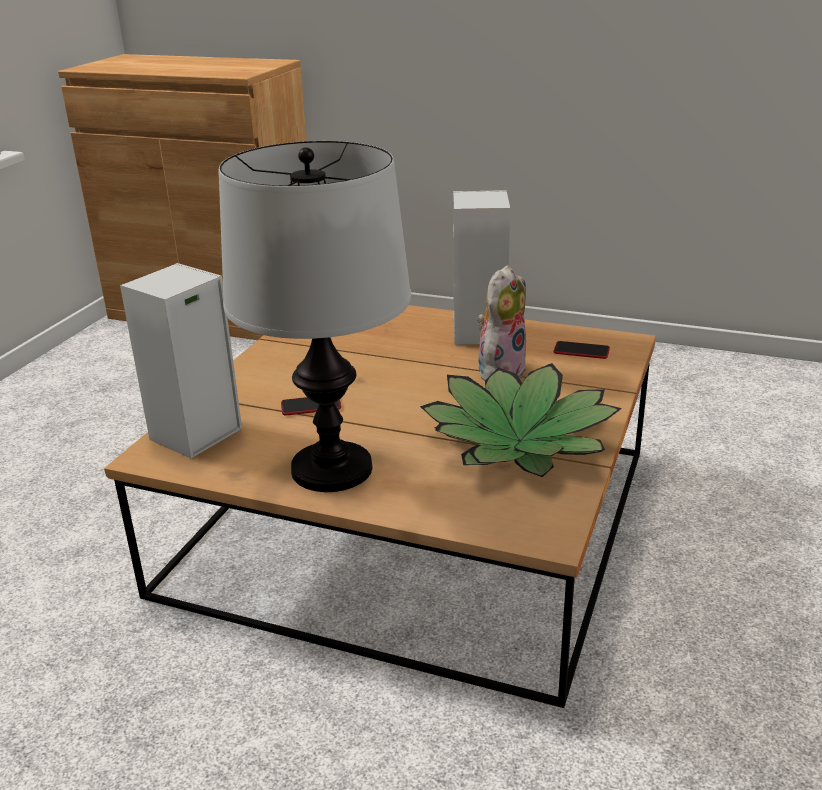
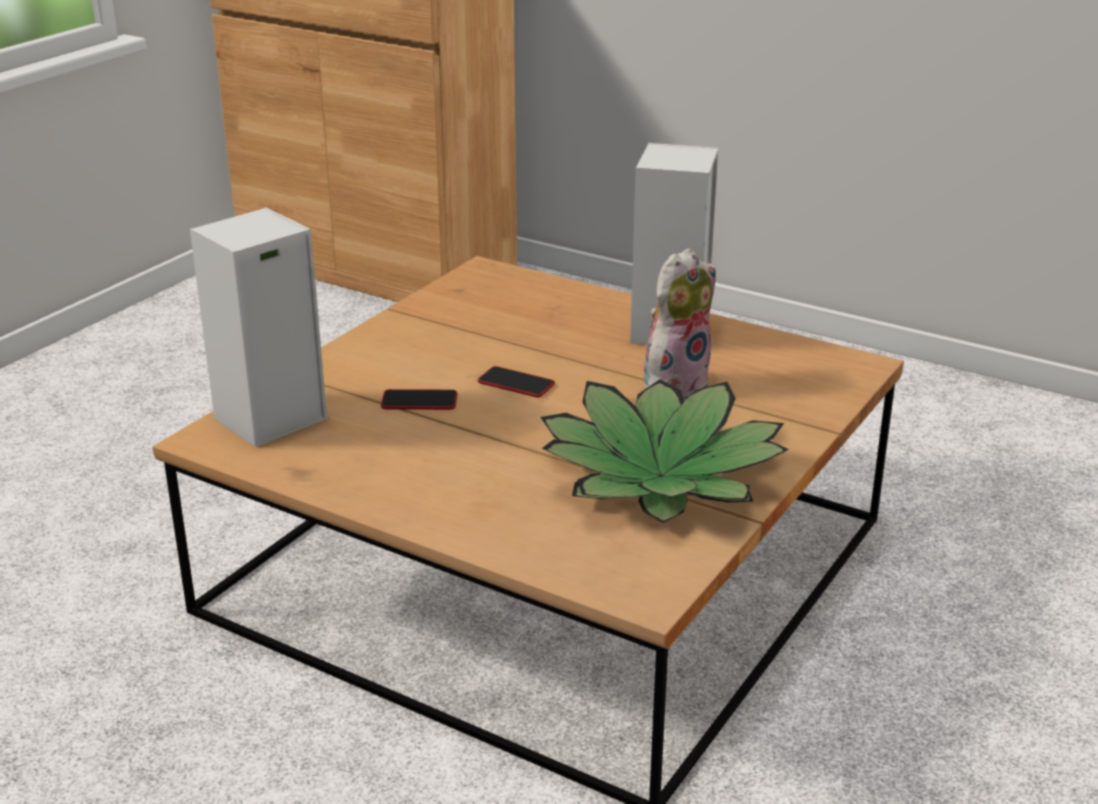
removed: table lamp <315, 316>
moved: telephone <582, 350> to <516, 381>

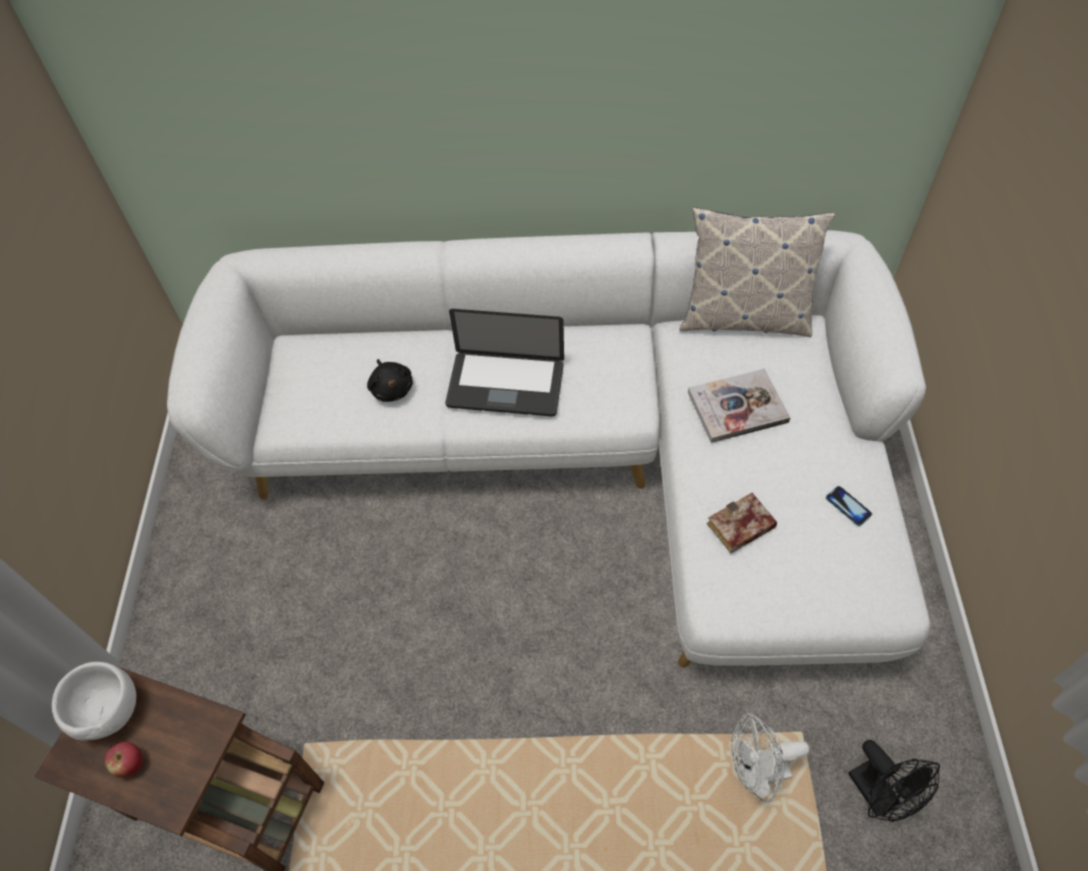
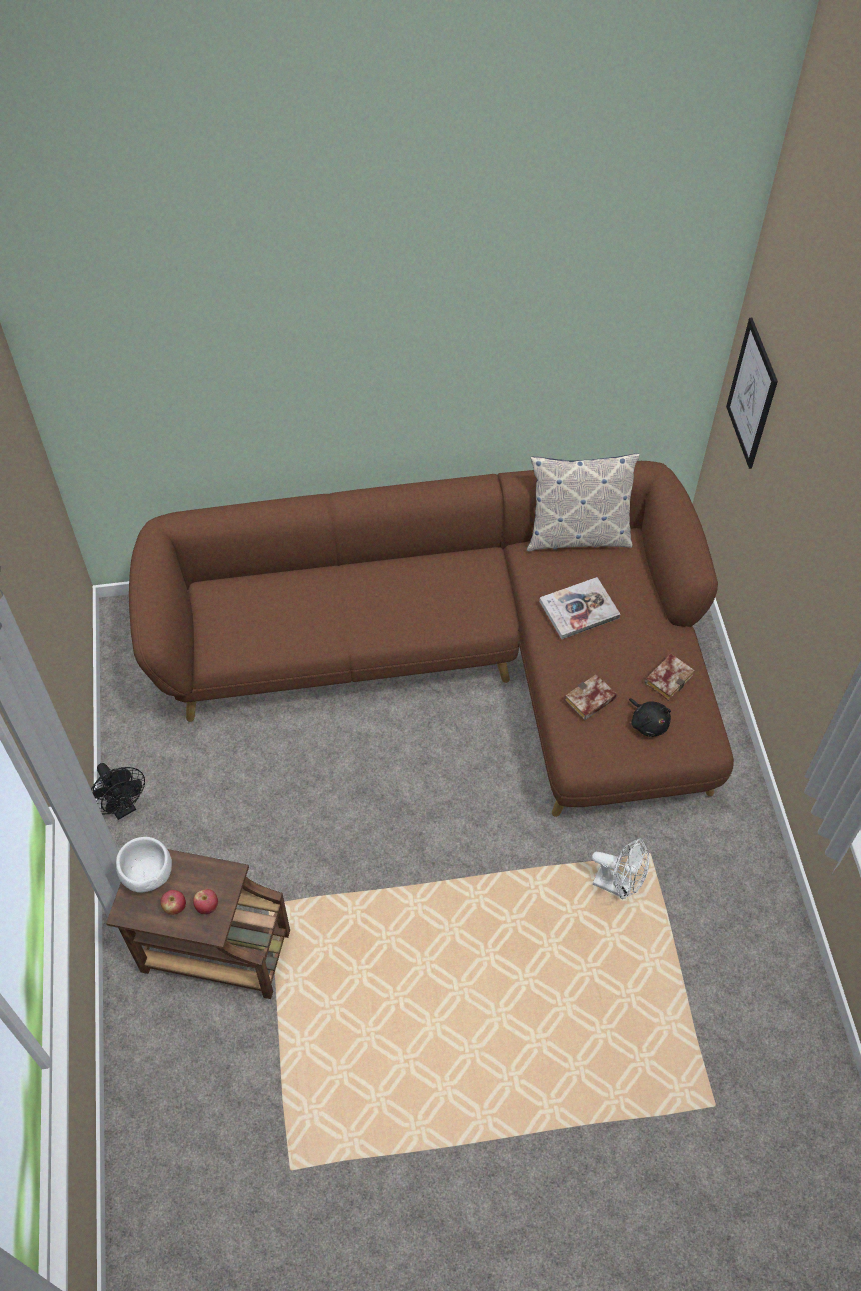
removed: laptop <504, 362>
added: wall art <752, 393>; apple fruit <205, 901>
moved: blackish plush toy <390, 380> to <650, 717>; blackish cooling fan <894, 781> to <118, 791>
replaced: telephone <849, 506> to volume <669, 677>
recoloured: whitish couch <548, 449> to brownish couch <431, 639>
turned: whitish cooling fan <770, 757> = <620, 869> 135 degrees counterclockwise

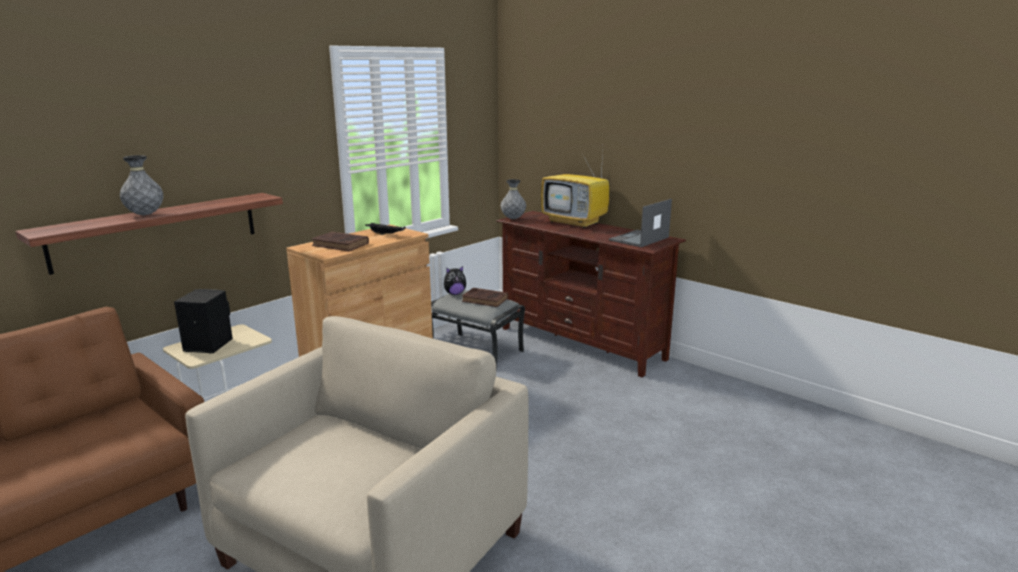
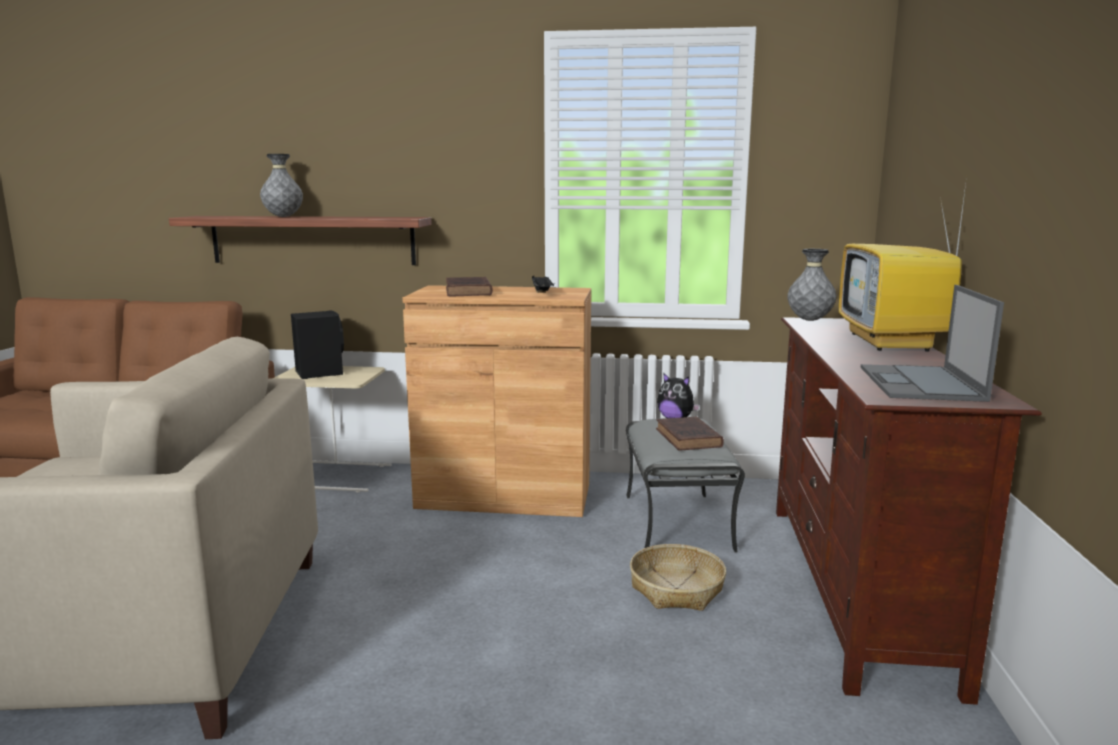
added: storage basket <678, 577>
turned: laptop <640, 223> = <932, 343> 90 degrees counterclockwise

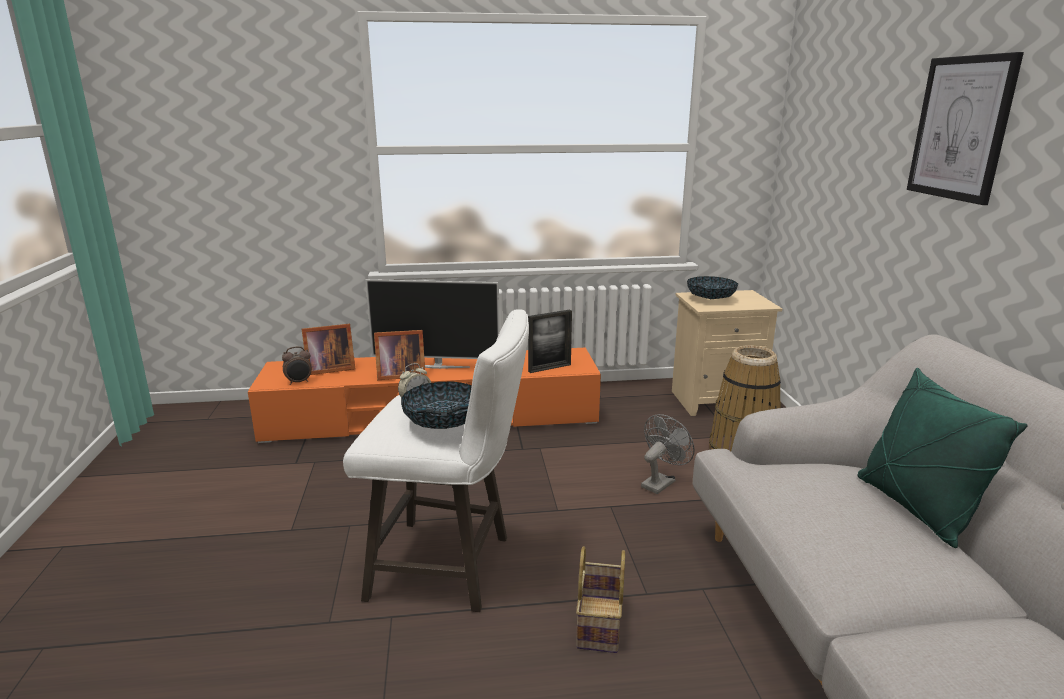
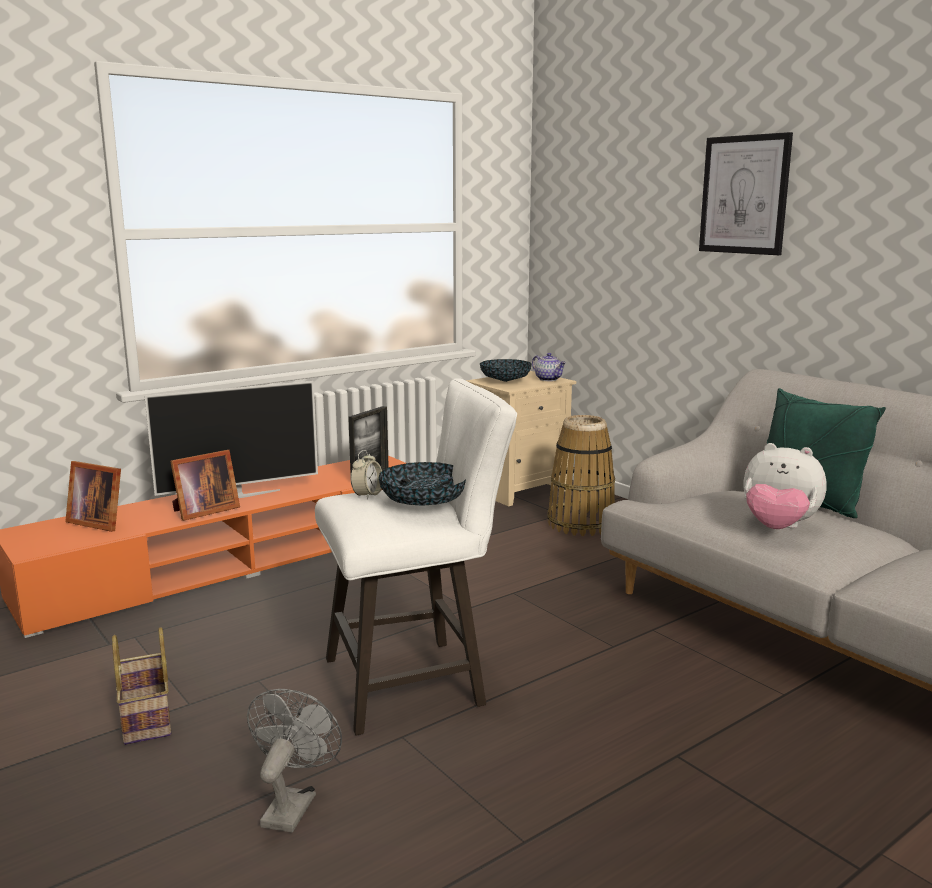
removed: alarm clock <297, 365>
added: teapot <549, 367>; plush toy <785, 486>
moved: gray cooling fan <668, 454> to <294, 760>; storage basket <600, 599> to <141, 686>
turned: standing frame <328, 349> = <93, 496> 75 degrees clockwise

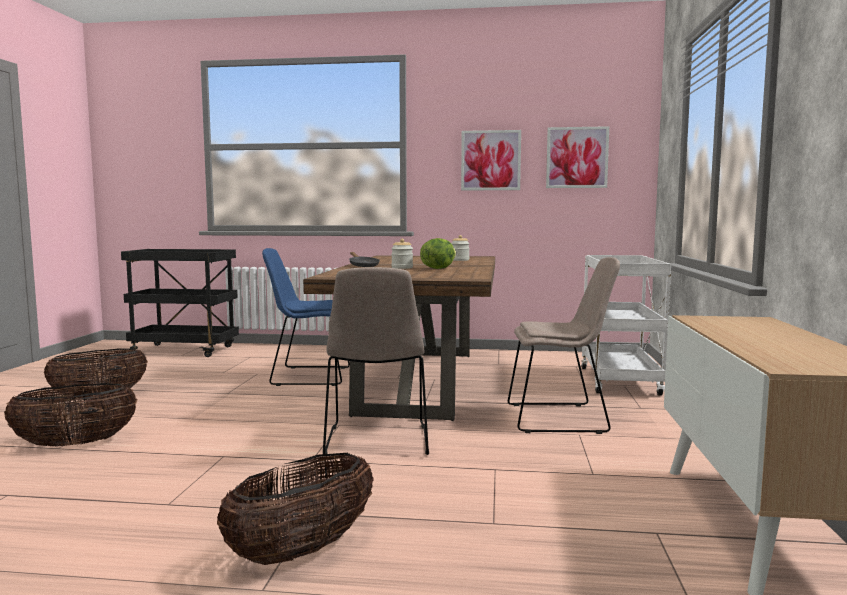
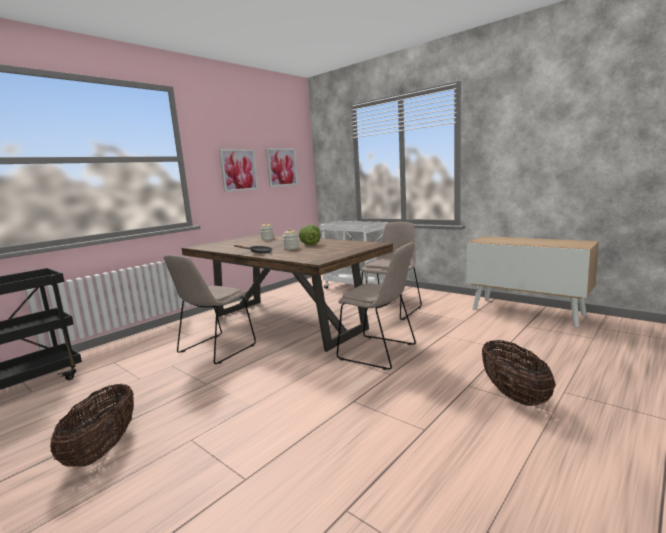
removed: storage basket <70, 415>
recoloured: blue plain chair <306, 317> to beige-coloured plain chair <210, 309>

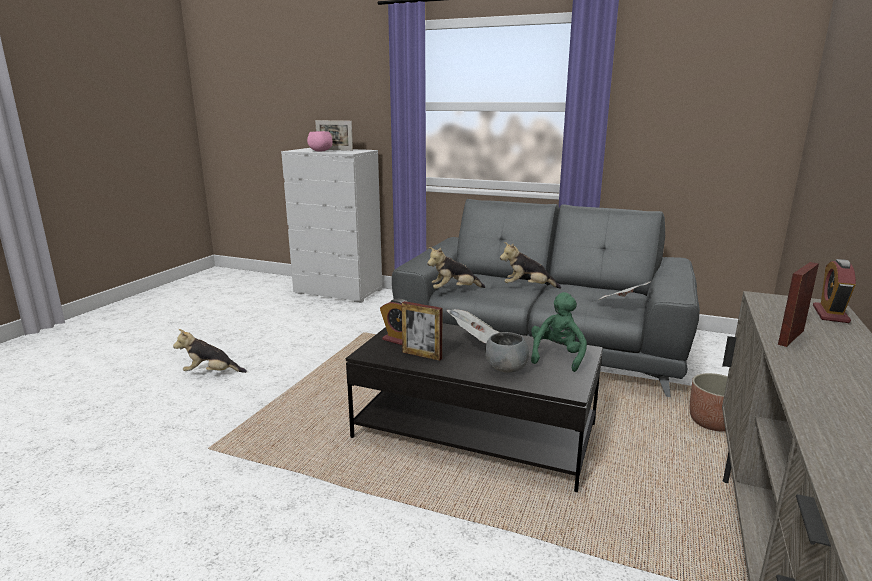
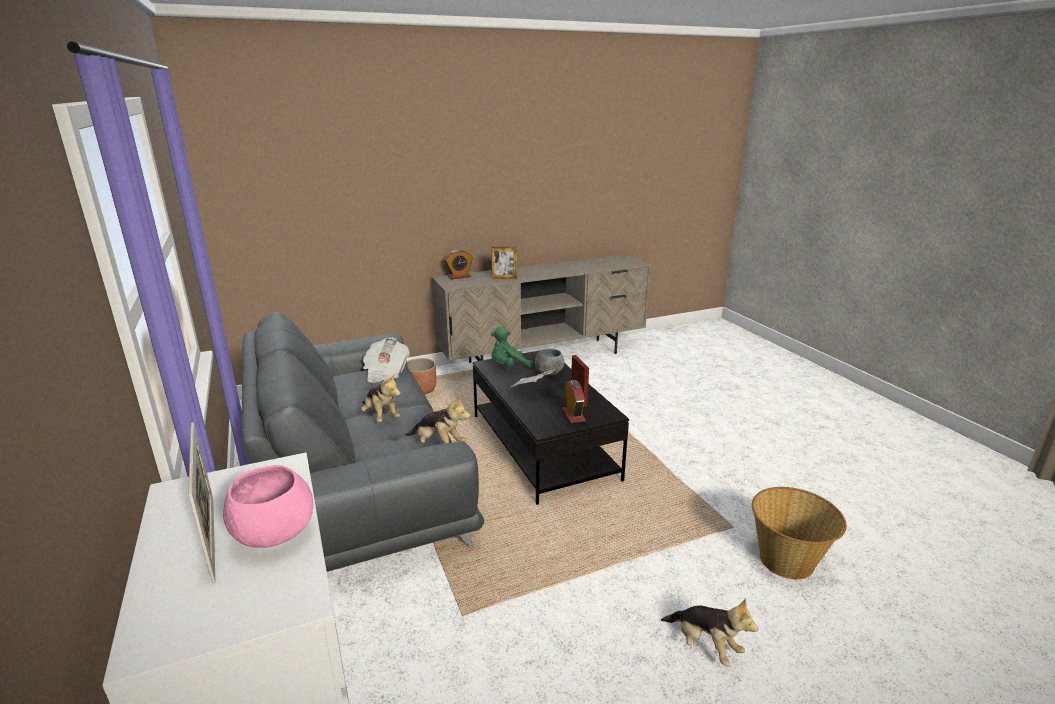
added: storage basket <799, 533>

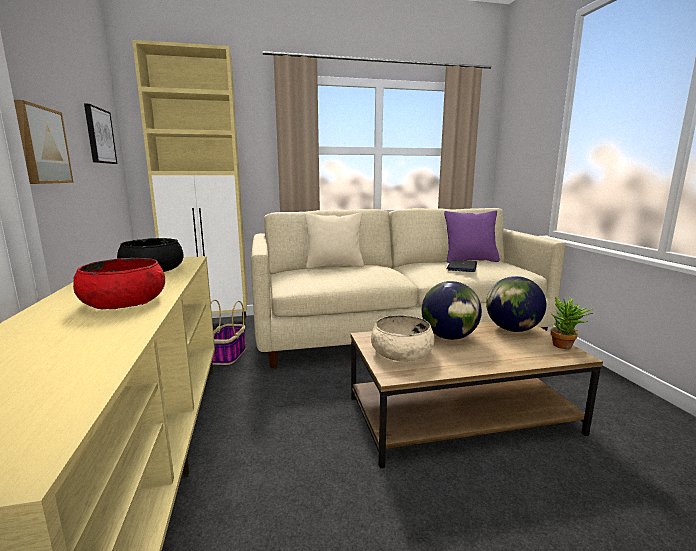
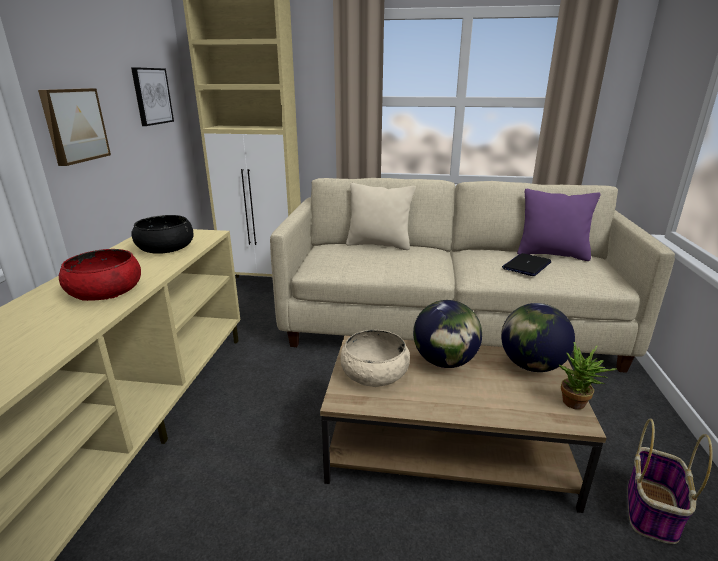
moved: storage basket <228, 332> to <670, 481>

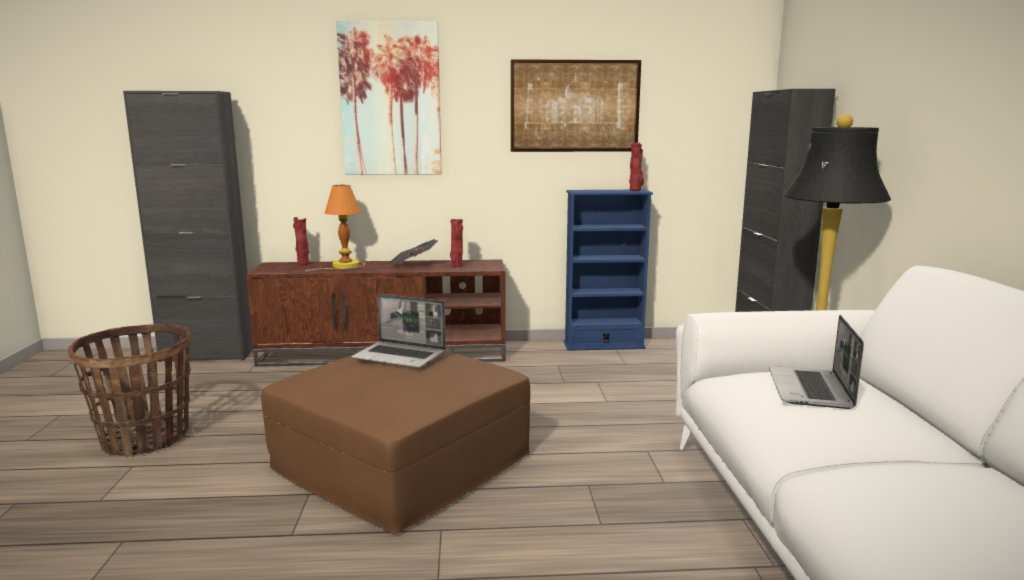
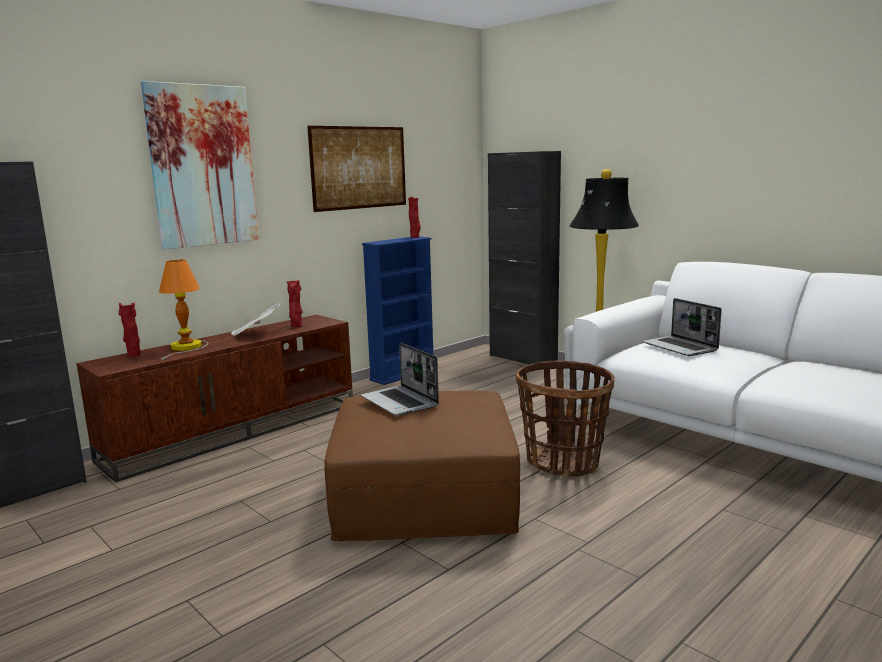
moved: storage basket <129, 390> to <565, 419>
turned: laptop <398, 331> = <400, 379> 75 degrees clockwise

